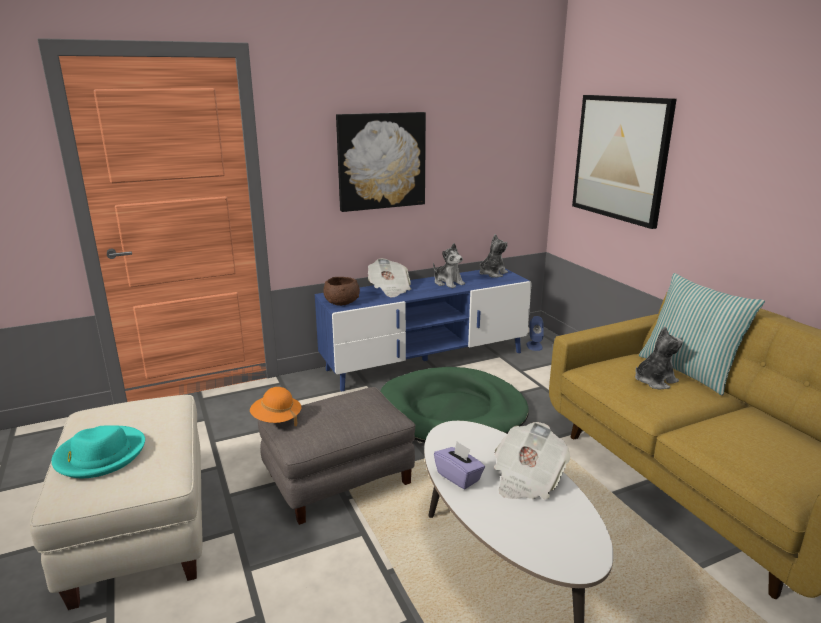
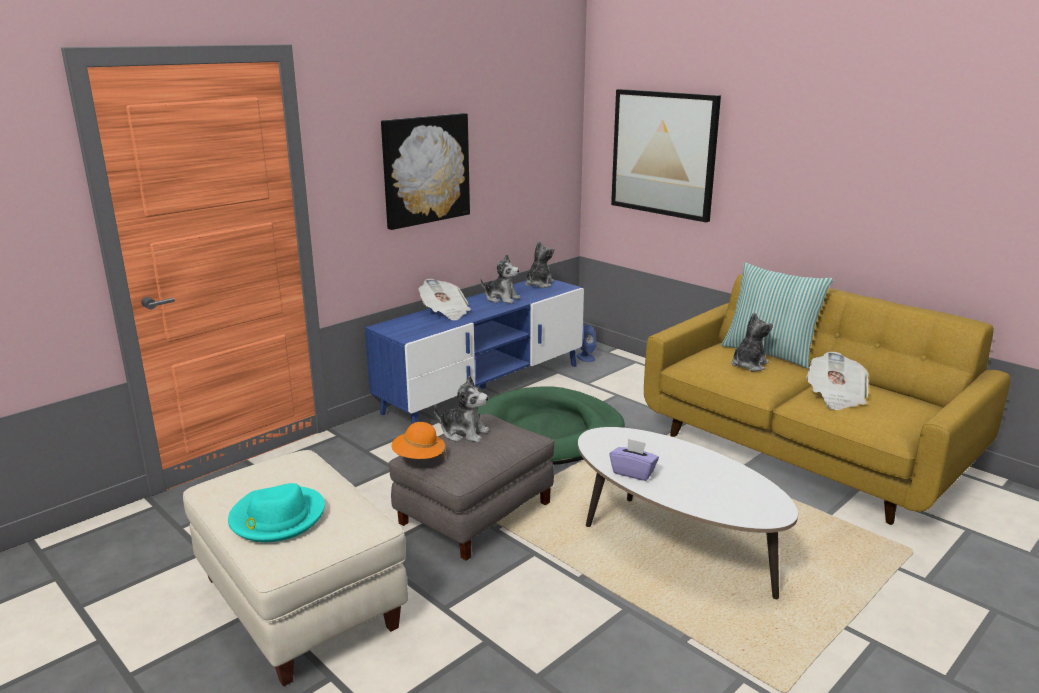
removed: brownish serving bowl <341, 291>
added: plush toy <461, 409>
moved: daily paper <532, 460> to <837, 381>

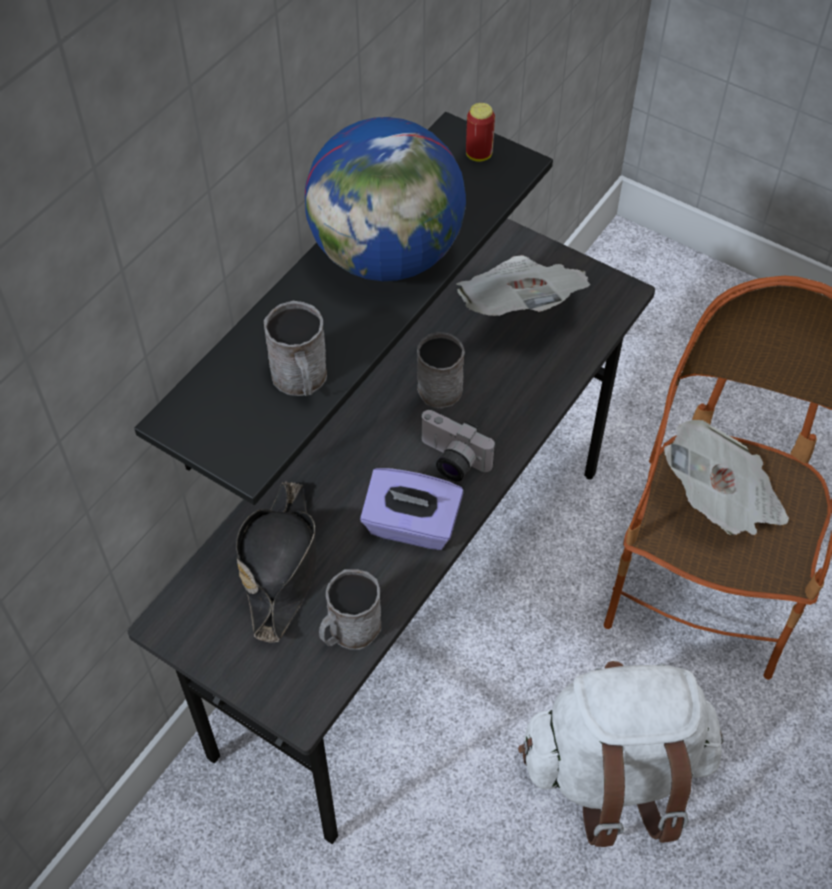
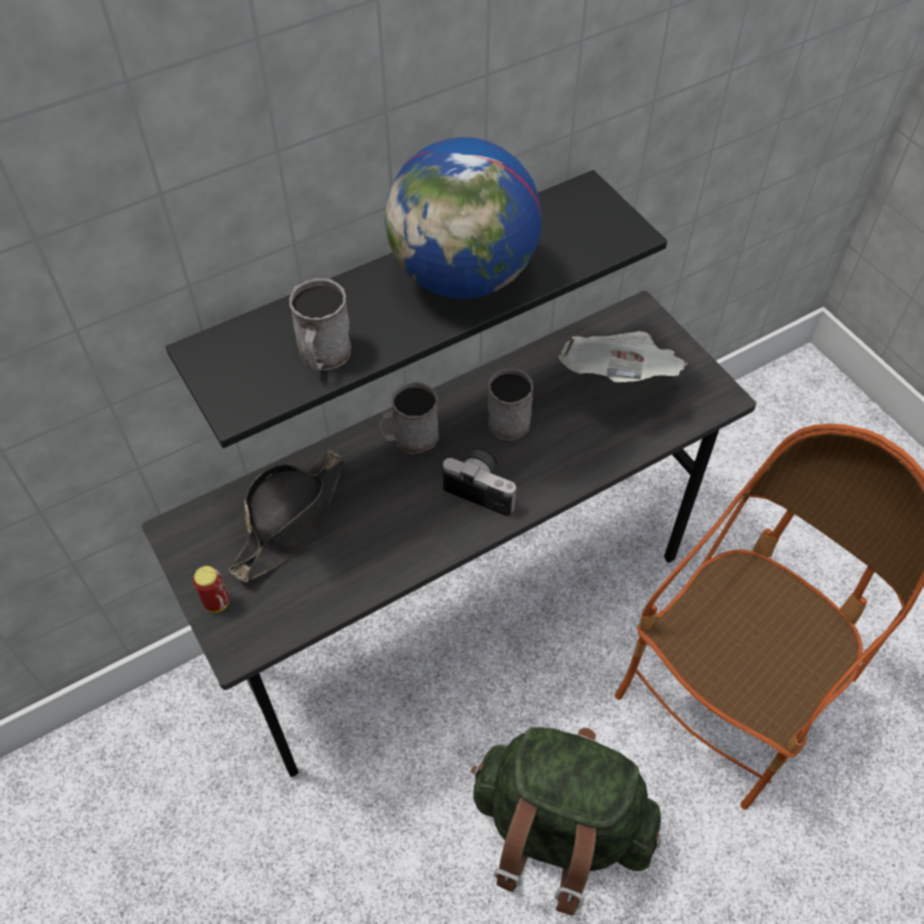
removed: daily paper <726, 478>; purple tissue box <412, 509>
moved: sealed can <480, 132> to <211, 589>; gray mug <350, 609> to <409, 417>
recoloured: whitish backpack <620, 754> to green-coloured backpack <566, 821>
turned: still camera <457, 445> = <480, 482> 150 degrees clockwise

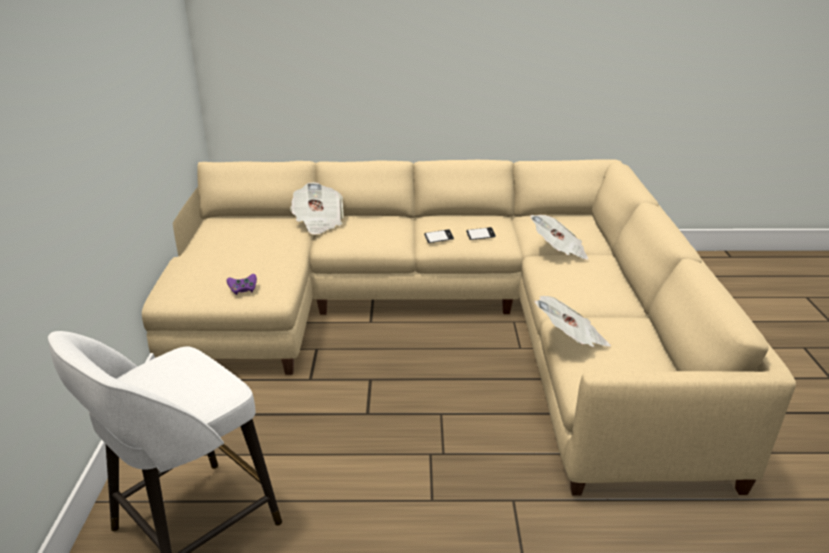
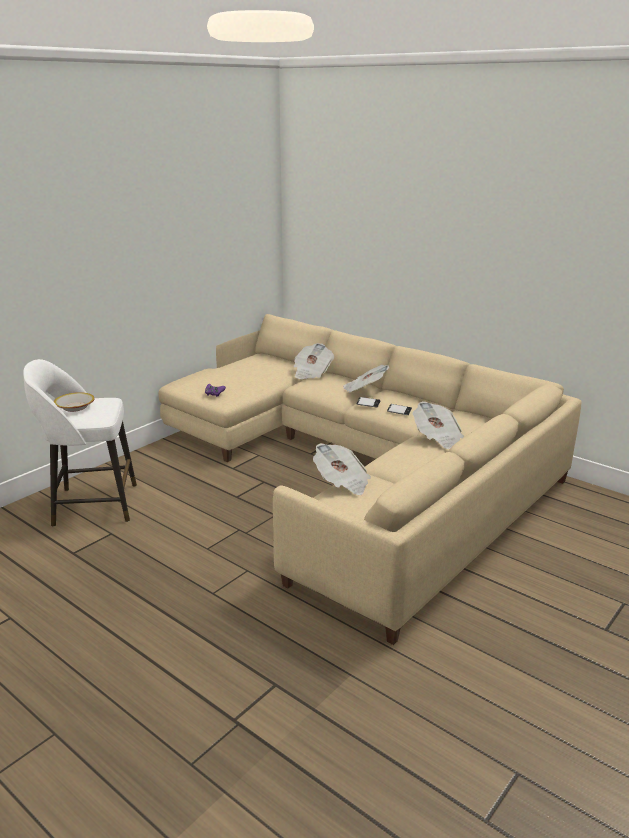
added: daily paper <366, 379>; serving bowl <74, 402>

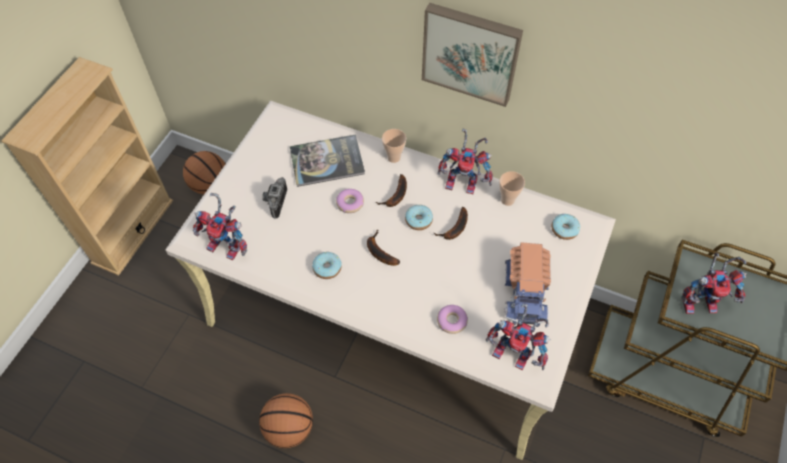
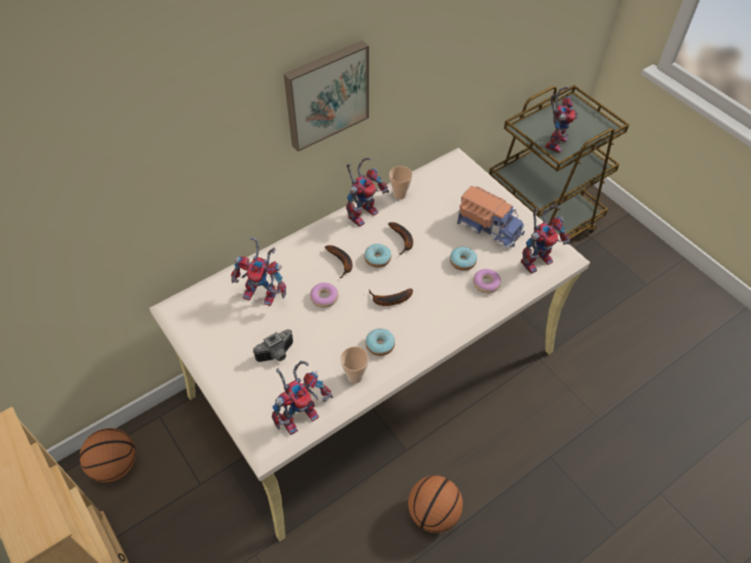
moved: cup <394, 146> to <354, 365>; doughnut <566, 227> to <463, 259>
replaced: volume <327, 160> to robot figure <258, 271>
turned: still camera <275, 198> = <273, 345> 75 degrees counterclockwise

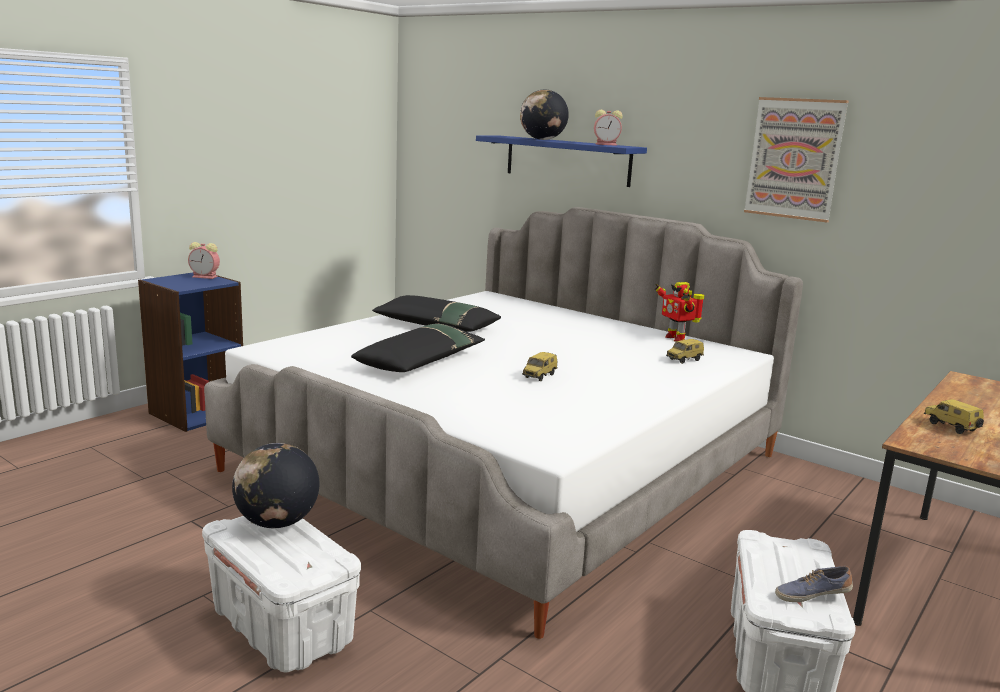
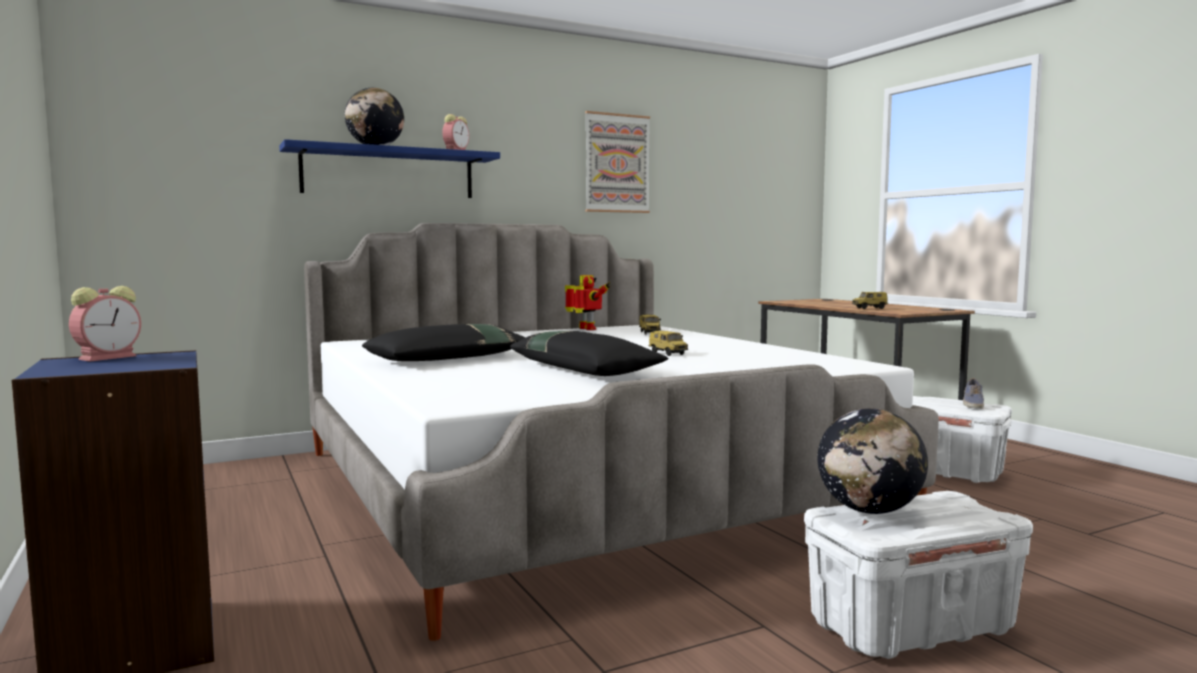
turned: robot figure <679, 312> = <587, 302> 120 degrees counterclockwise

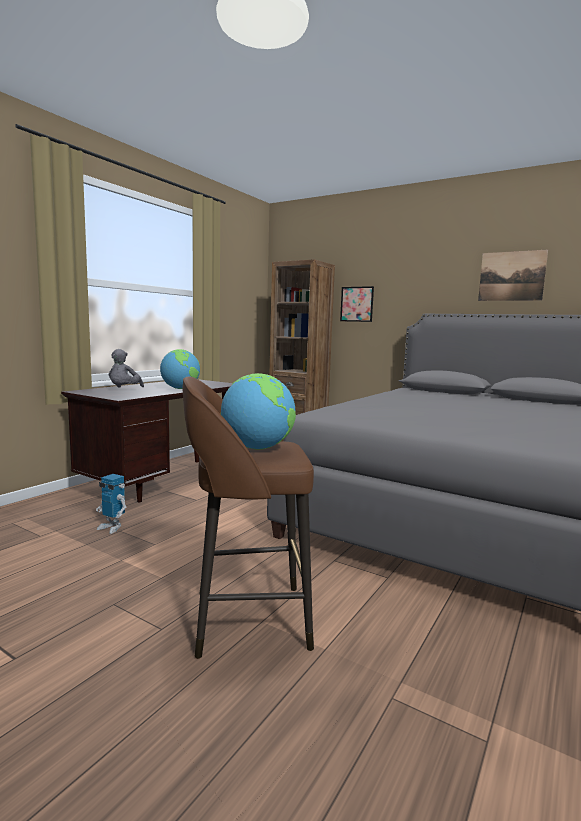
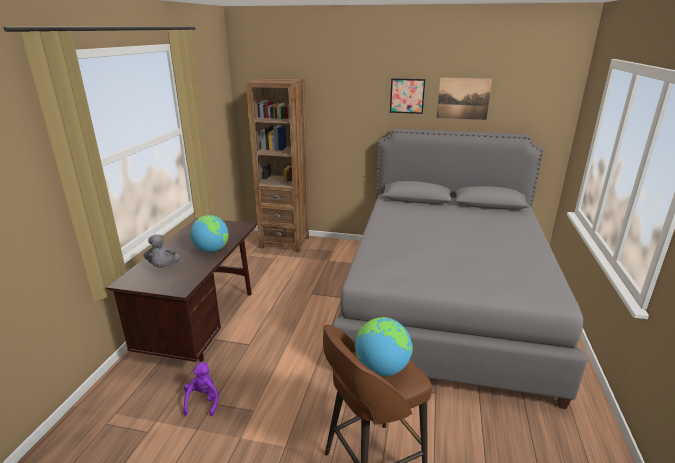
moved: wall art <357, 304> to <407, 96>
replaced: robot figure <111, 504> to purple plush toy <201, 389>

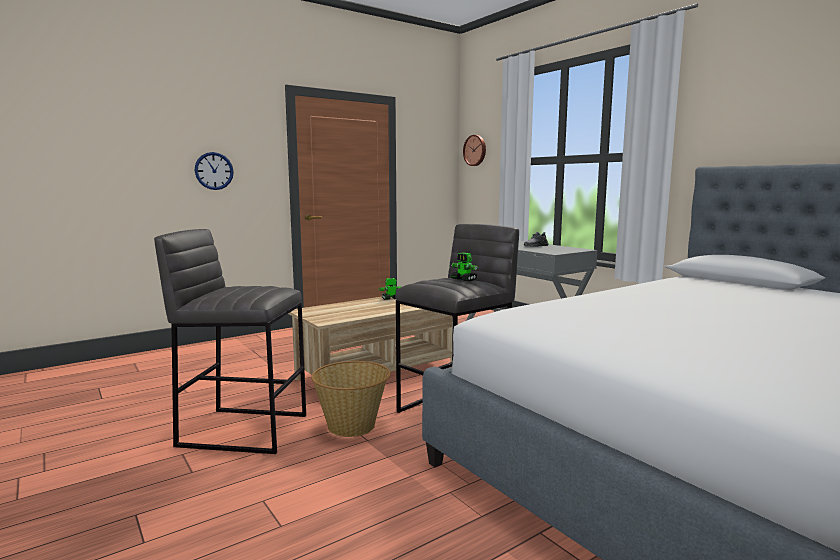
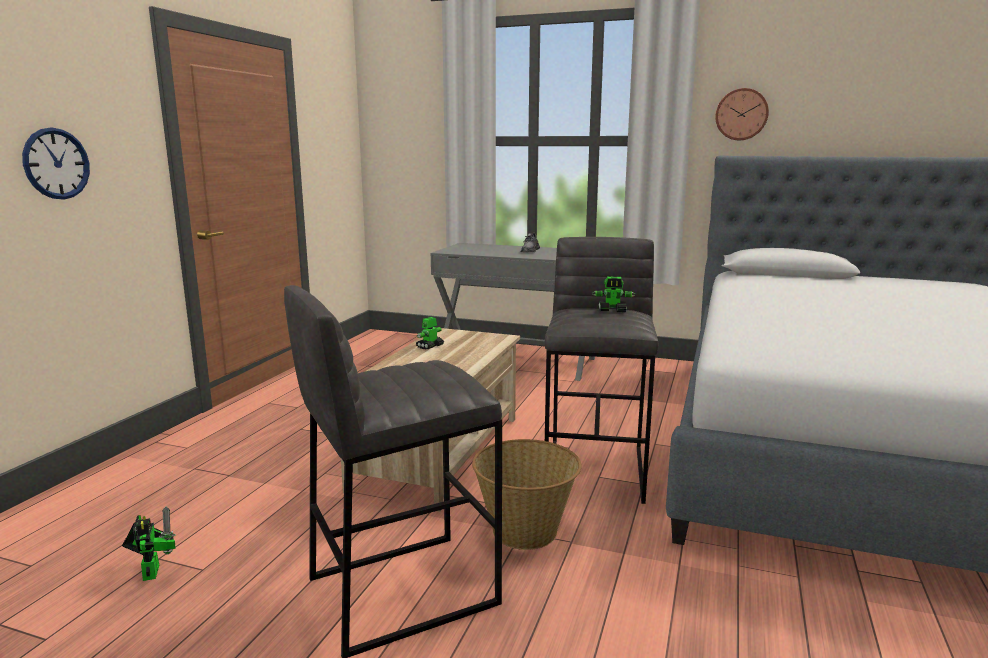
added: robot figure <149, 543>
moved: hanging clock <474, 150> to <742, 114>

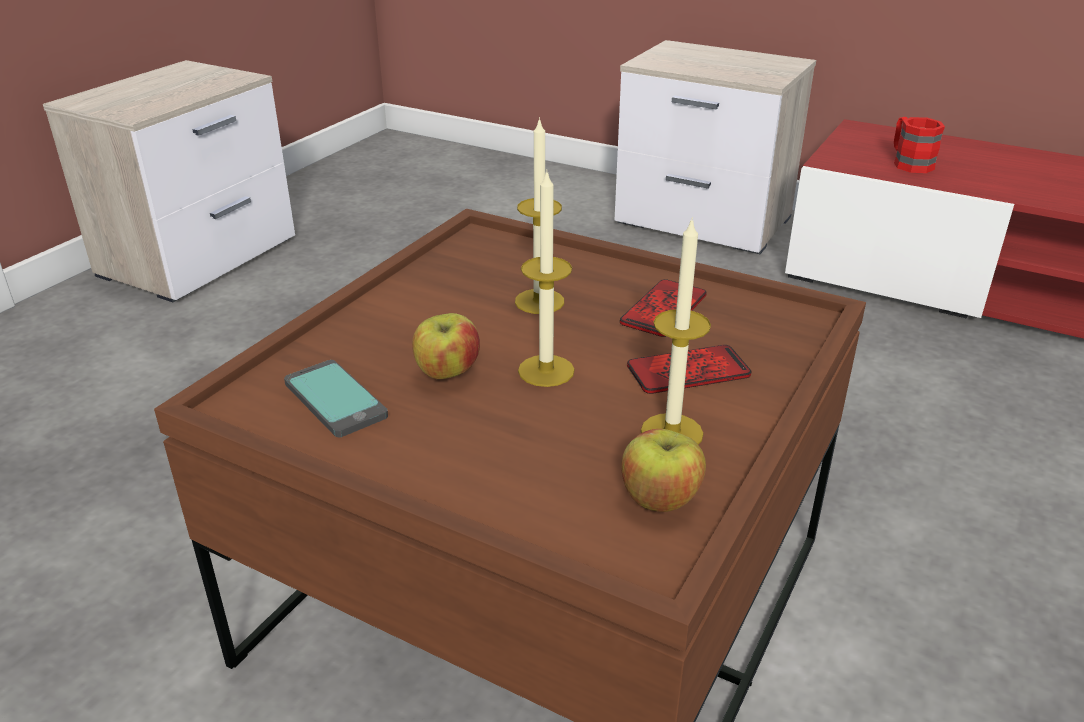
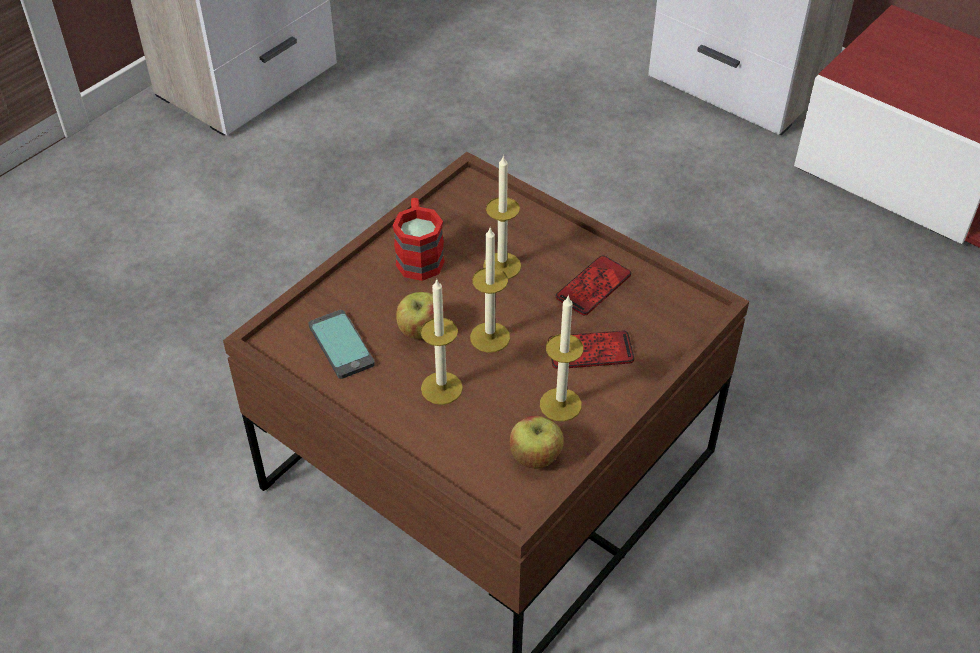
added: wax candle <441, 342>
moved: red mug <919, 145> to <419, 239>

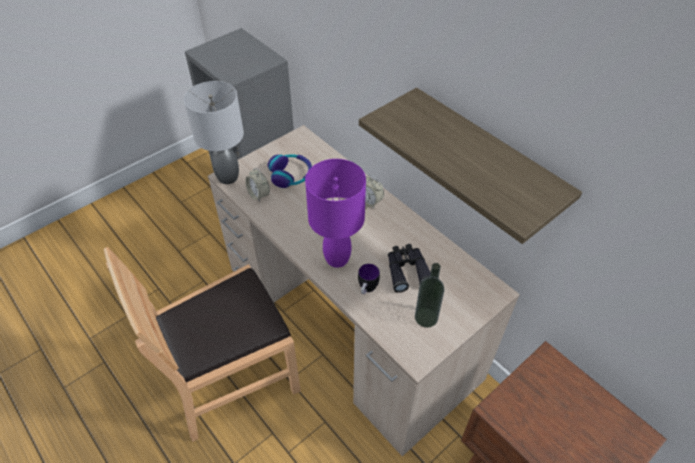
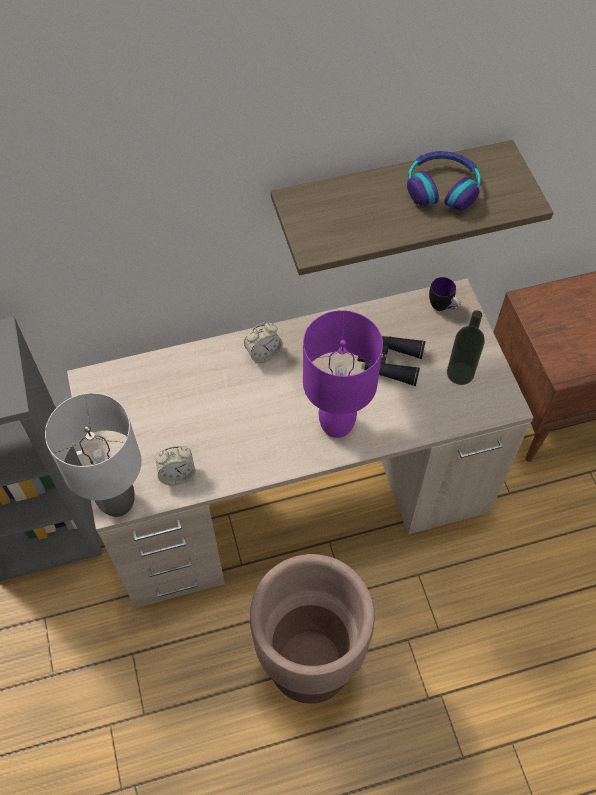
moved: headphones <290, 171> to <444, 180>; mug <369, 279> to <445, 294>
replaced: brownish plain chair <202, 344> to brownish flower pot <312, 629>

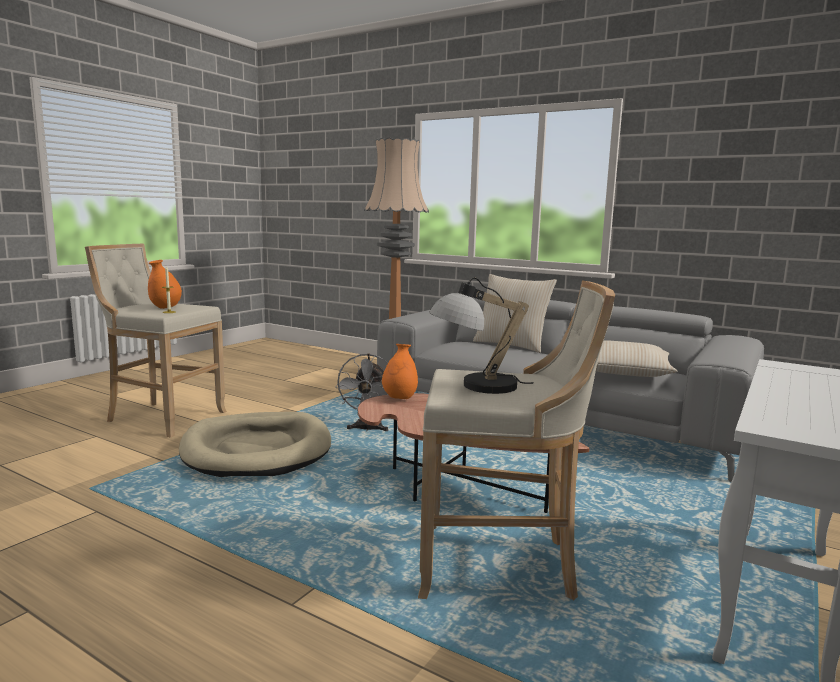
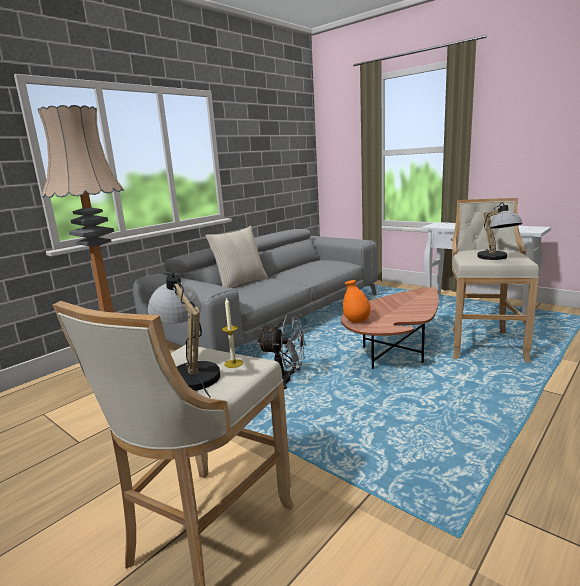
removed: beige-coloured pillow <636, 358>; beige-coloured dog bed <255, 444>
replaced: orangey flower vase <165, 284> to table lamp <184, 335>

